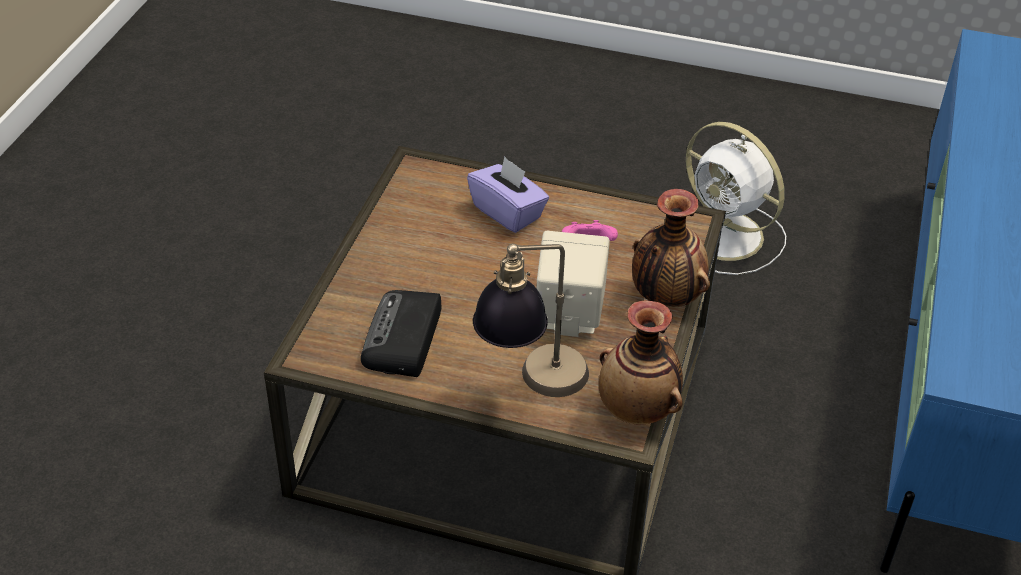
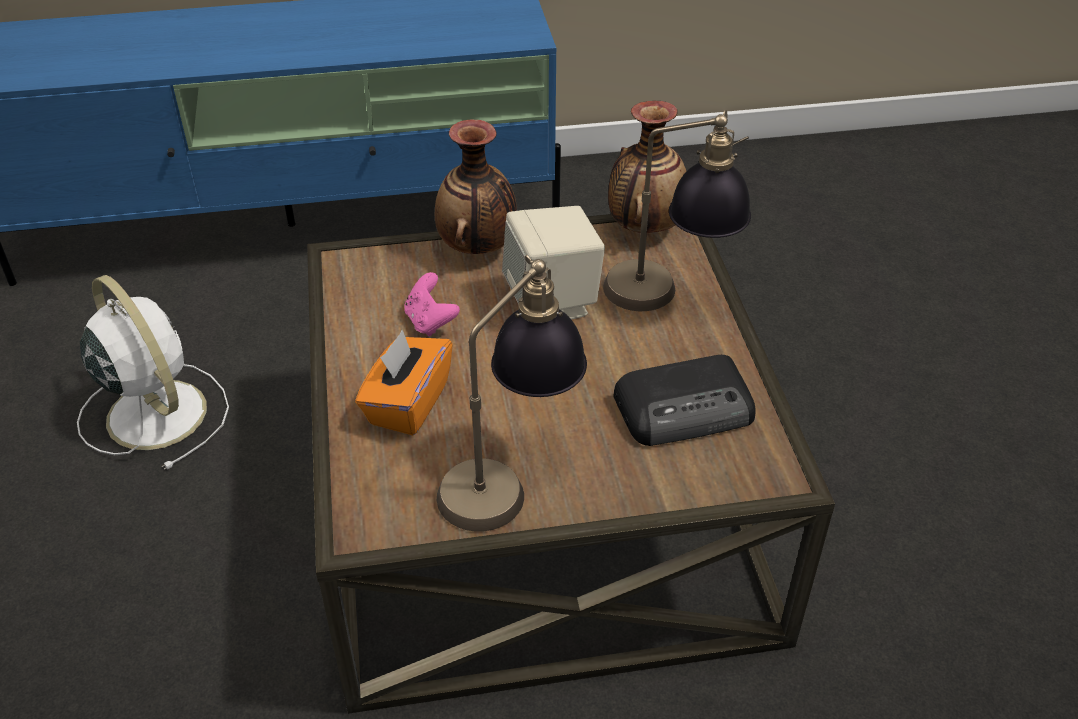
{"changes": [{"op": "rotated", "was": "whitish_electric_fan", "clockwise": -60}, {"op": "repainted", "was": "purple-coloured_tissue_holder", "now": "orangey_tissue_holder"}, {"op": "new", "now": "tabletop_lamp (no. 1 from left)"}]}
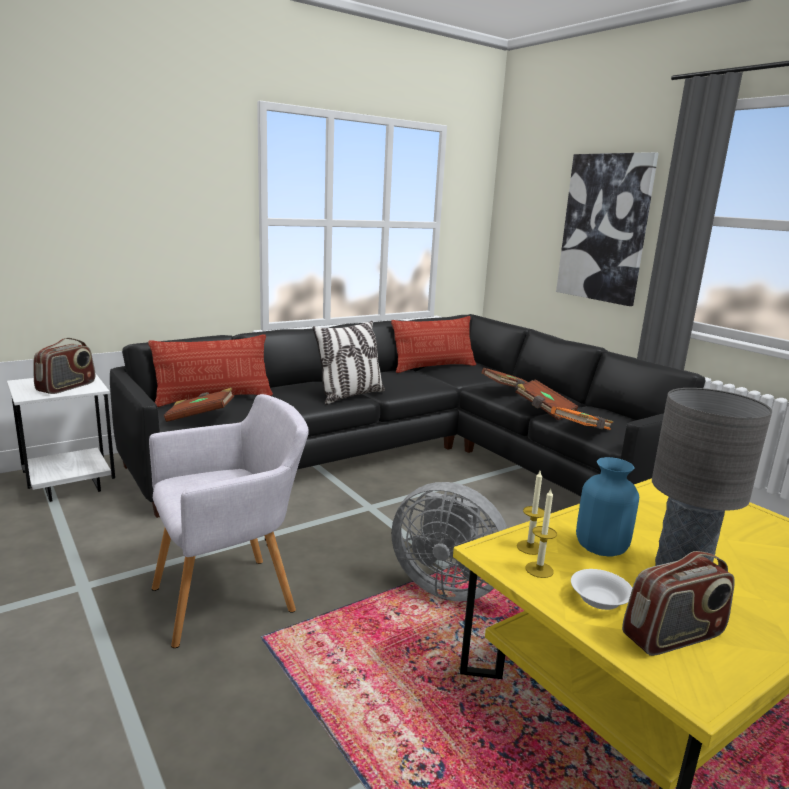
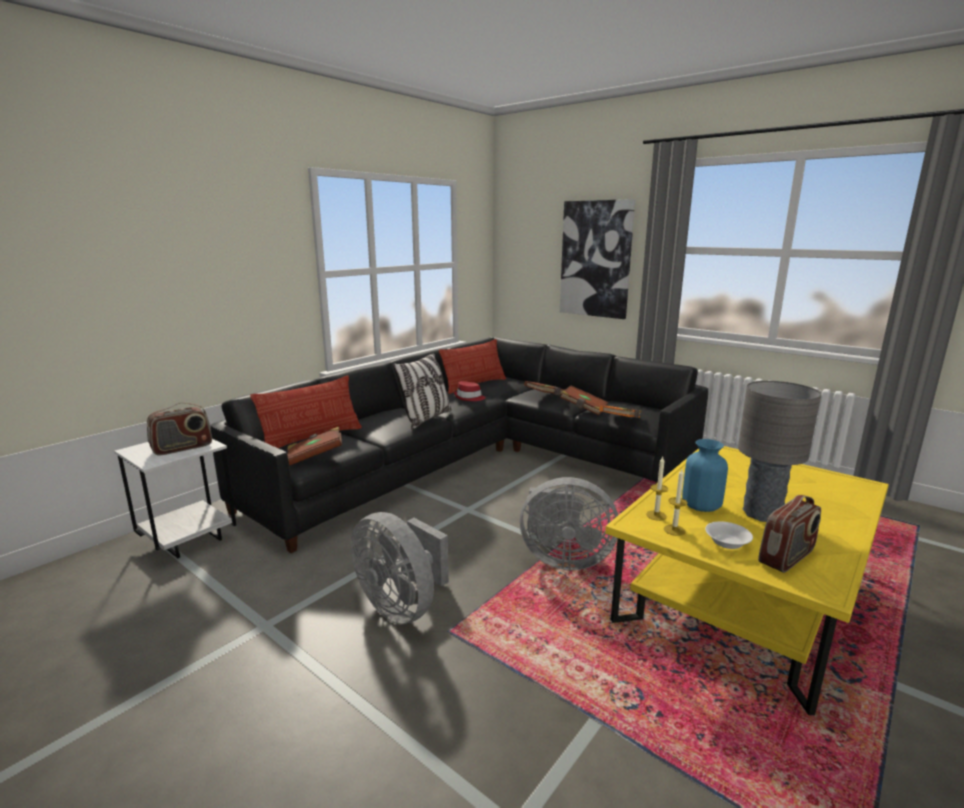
{"changes": [{"op": "rotated", "was": "radio_receiver (no. 1 from left)", "clockwise": 45}, {"op": "swapped", "was": "gray_armchair", "now": "gray_electric_fan (no. 1 from left)"}, {"op": "new", "now": "red-coloured_wearable_hat"}]}
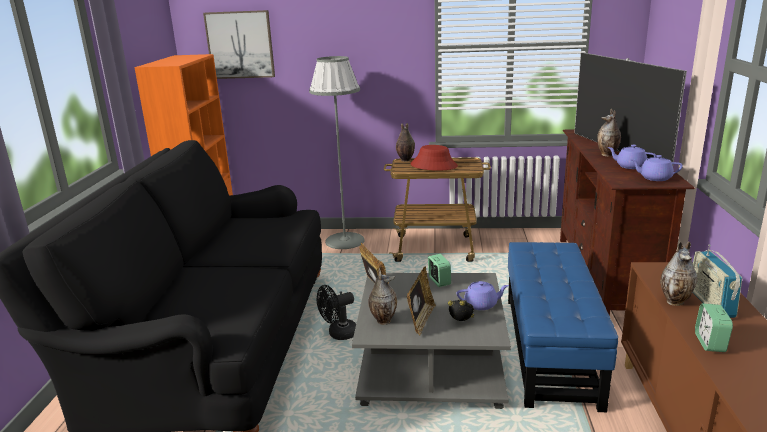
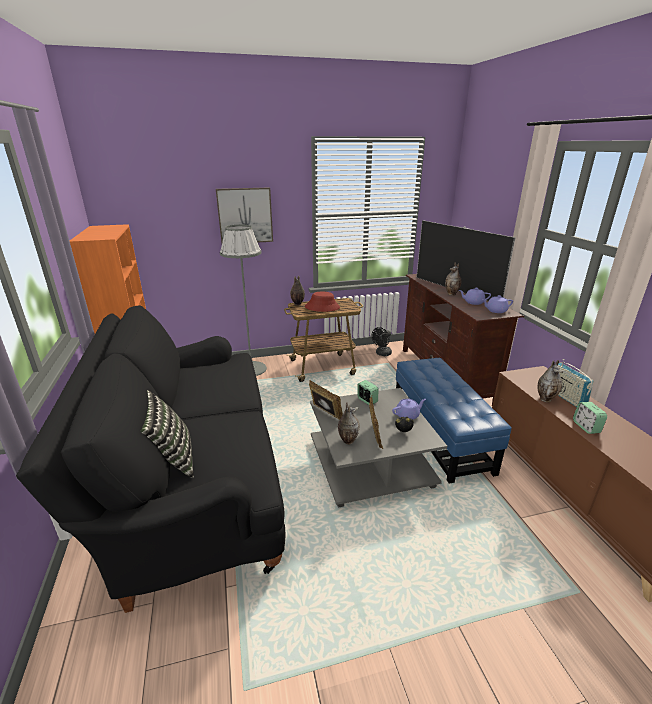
{"changes": [{"op": "new", "now": "throw_pillow"}, {"op": "shifted", "was": "wall_picture"}, {"op": "shifted", "was": "blackish_electric_fan"}]}
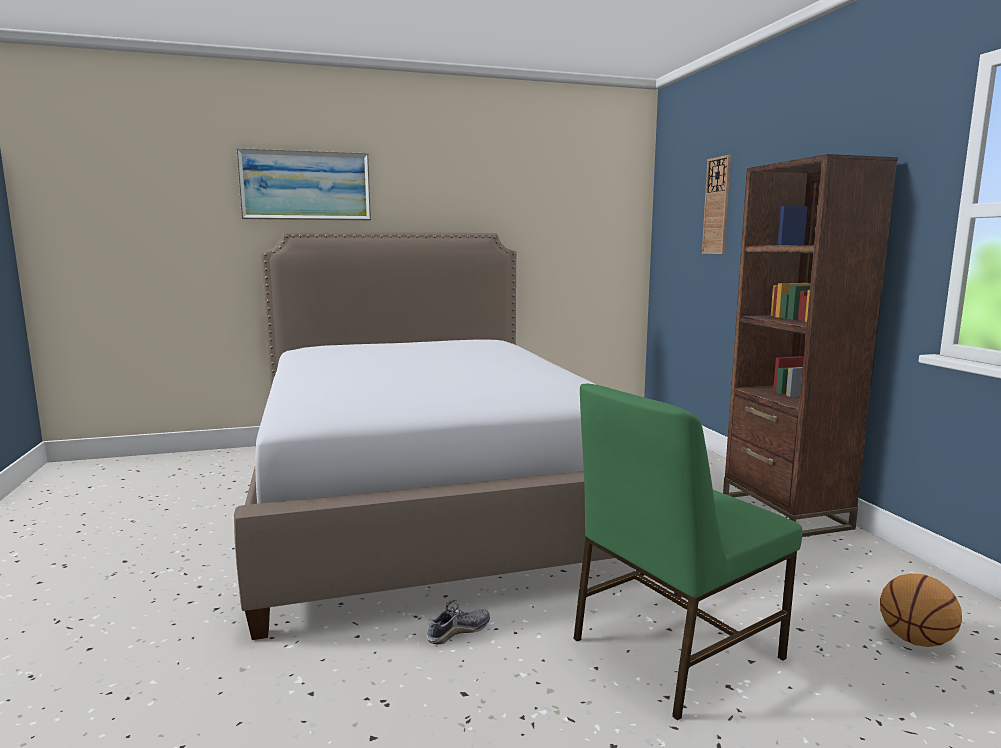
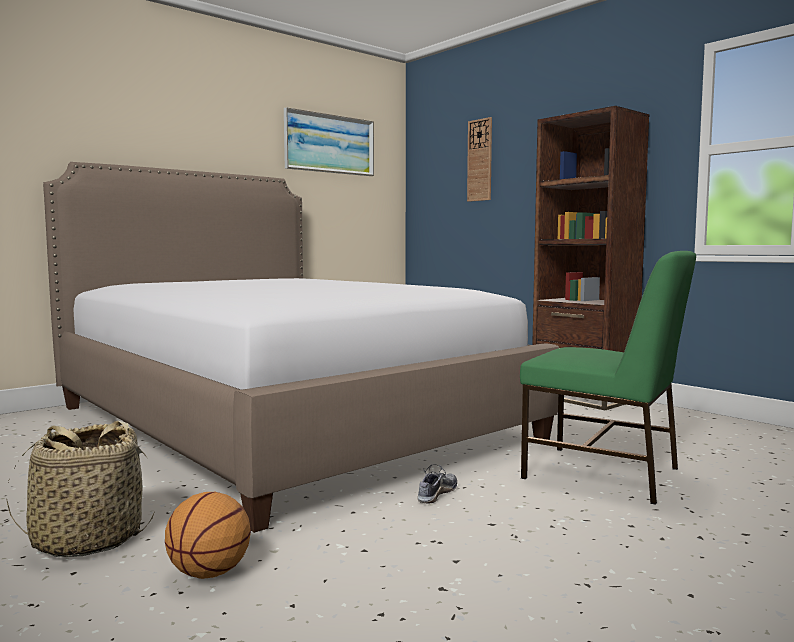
{"changes": [{"op": "new", "now": "storage_basket"}, {"op": "shifted", "was": "ball_for_basketball"}, {"op": "shifted", "was": "wall_picture"}, {"op": "rotated", "was": "green_chair", "clockwise": -90}]}
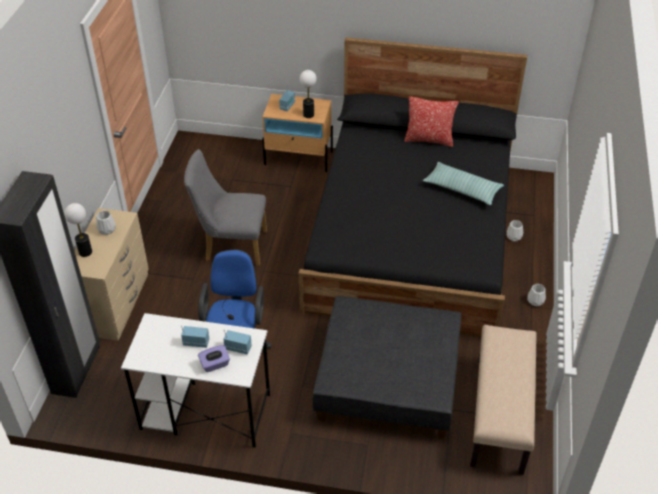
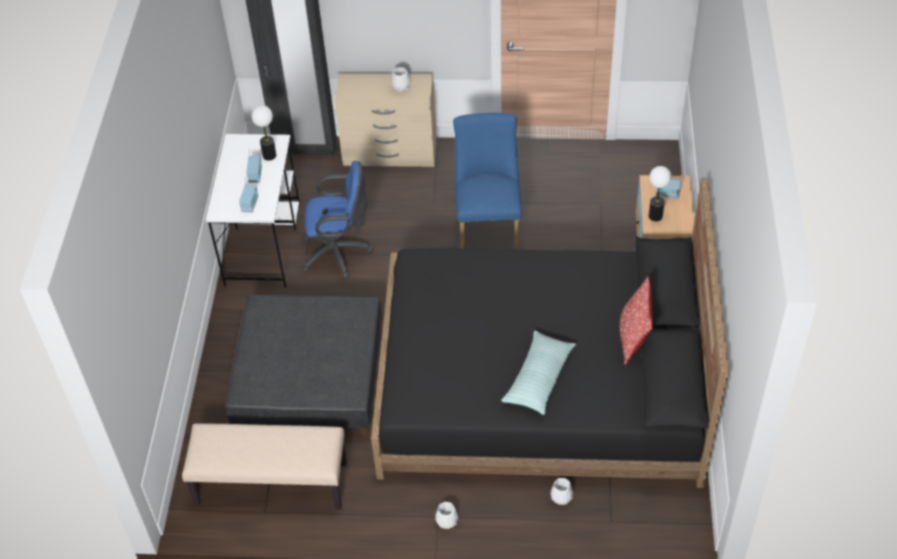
{"changes": [{"op": "shifted", "was": "tabletop_lamp (no. 1 from left)"}, {"op": "repainted", "was": "gray_chair", "now": "bluish_chair"}, {"op": "gone", "was": "purple-coloured_tissue_holder"}]}
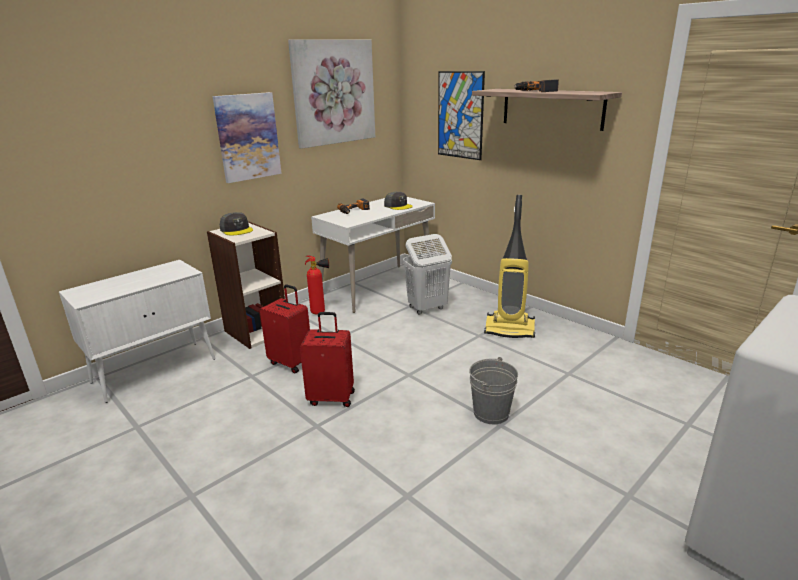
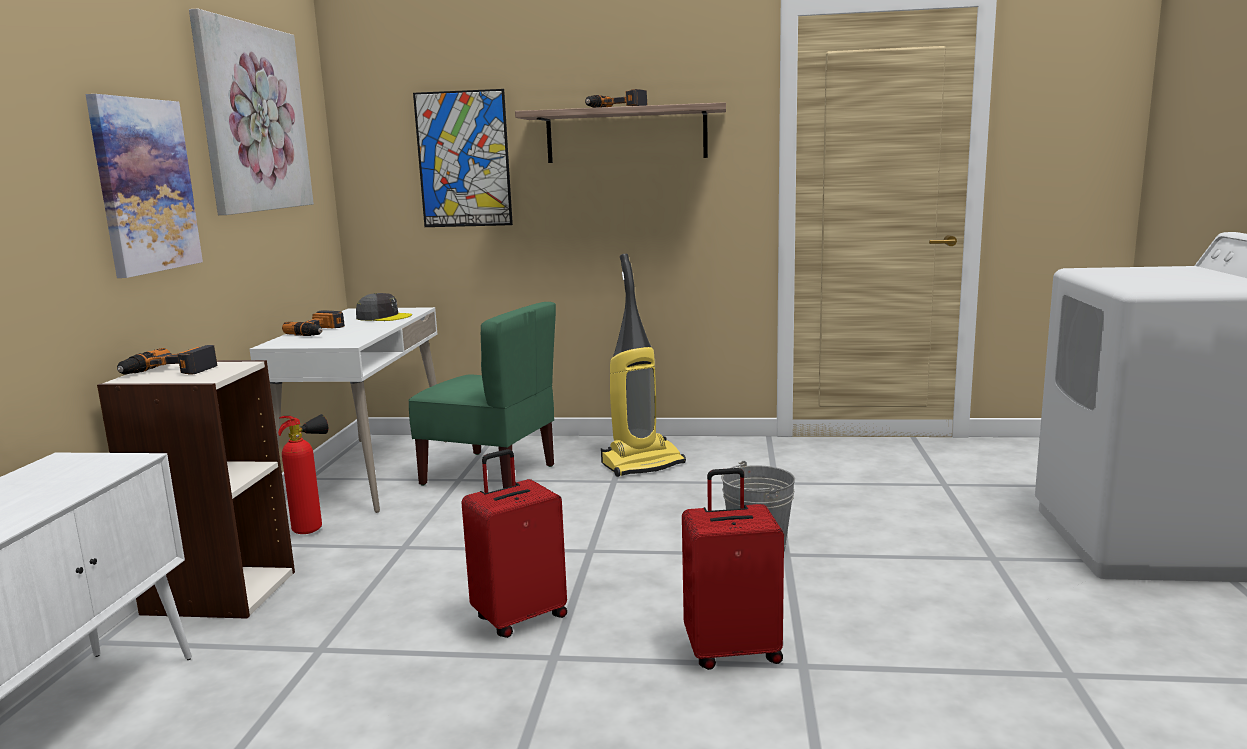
{"changes": [{"op": "swapped", "was": "gray_baseball_cap (no. 1 from left)", "now": "power_drill (no. 1 from left)"}, {"op": "swapped", "was": "whitish_hamper", "now": "green_chair"}, {"op": "shifted", "was": "red-coloured_suitcase (no. 1 from left in the first image)", "now": "red-coloured_suitcase (no. 2 from left)"}]}
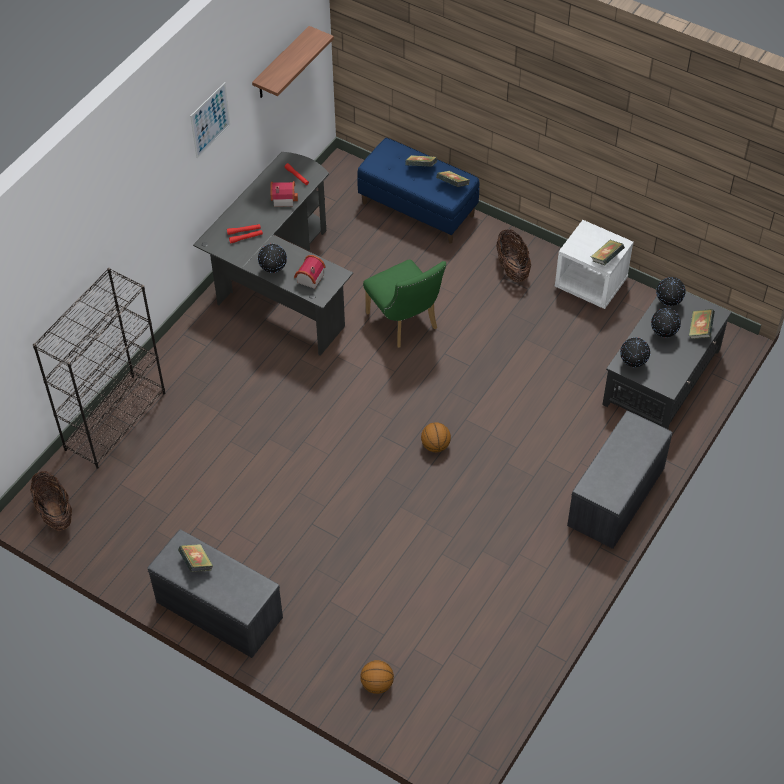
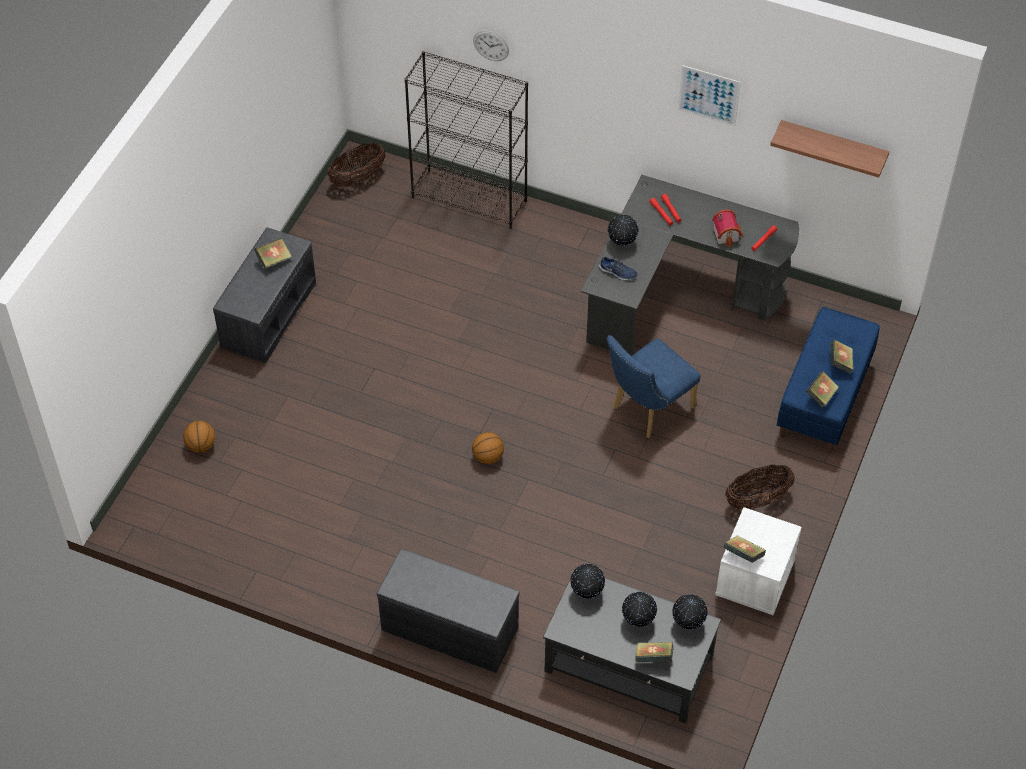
{"changes": [{"op": "new", "now": "hanging_clock"}, {"op": "swapped", "was": "toy_house (no. 2 from left)", "now": "bluish_item_of_footwear"}, {"op": "repainted", "was": "green_chair", "now": "bluish_chair"}]}
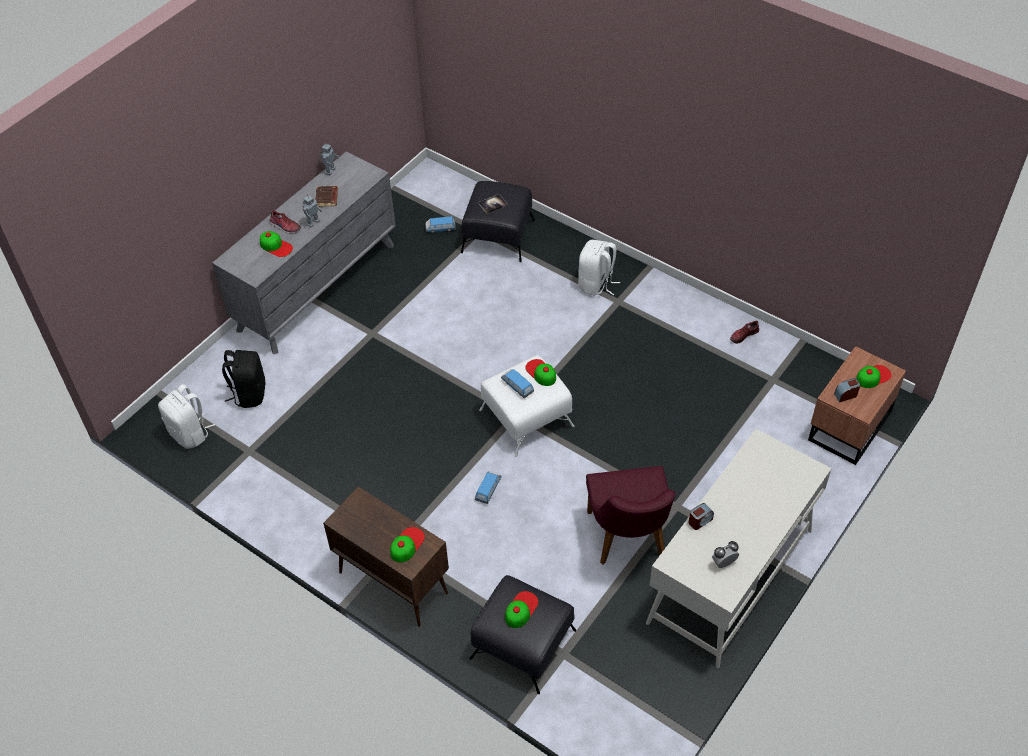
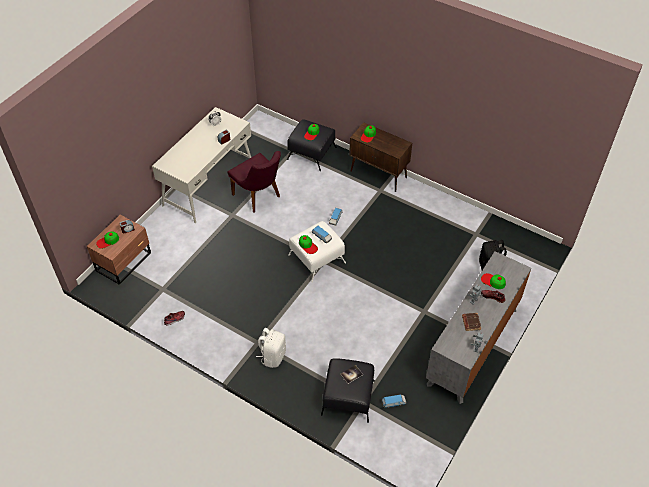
{"changes": [{"op": "rotated", "was": "purple-coloured_chair", "clockwise": 150}, {"op": "gone", "was": "whitish_rucksack (no. 1 from left)"}]}
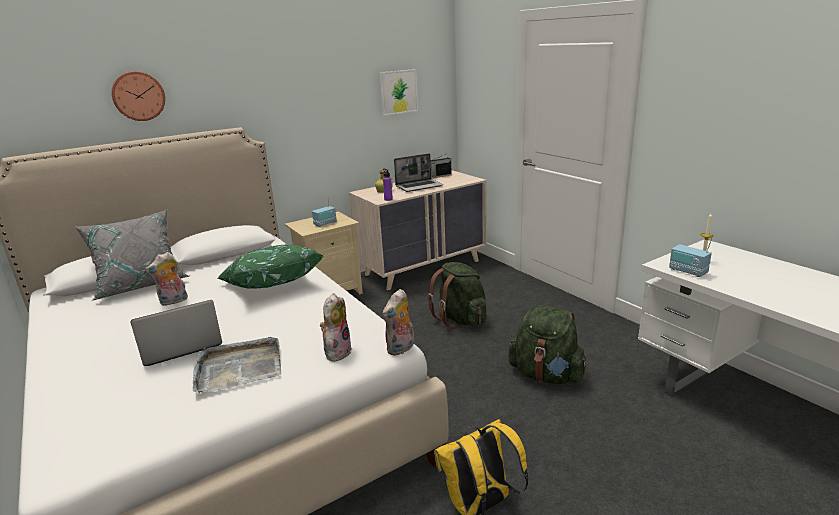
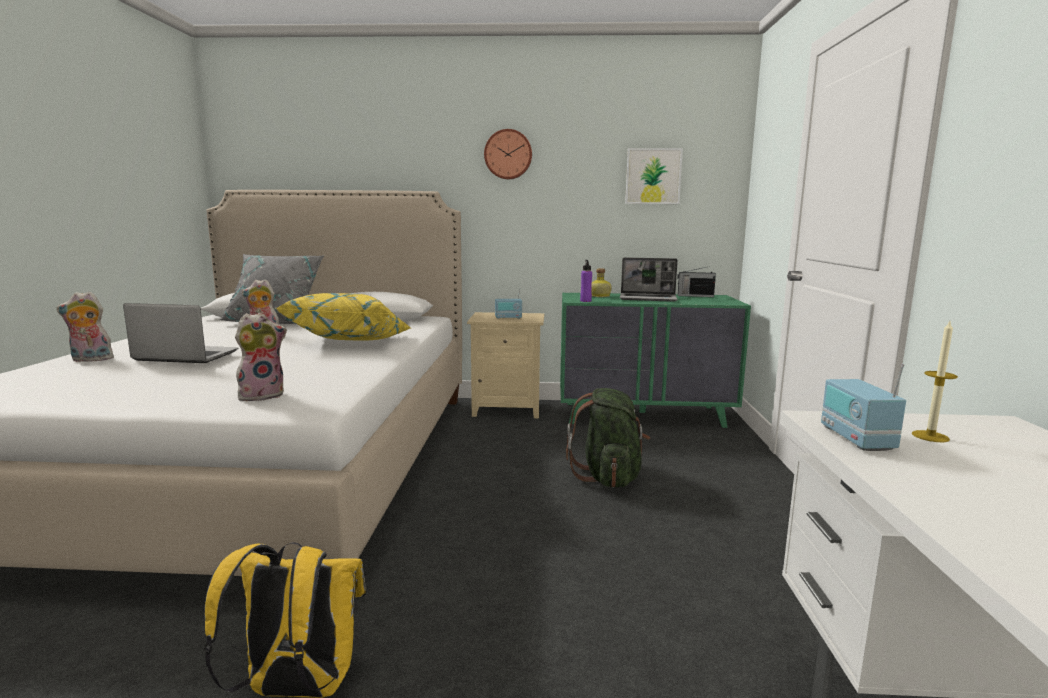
{"changes": [{"op": "shifted", "was": "soft_toy (no. 3 from left in the first image)", "now": "soft_toy (no. 1 from left)"}, {"op": "repainted", "was": "green_throw_pillow", "now": "yellow-coloured_throw_pillow"}, {"op": "shifted", "was": "hanging_clock"}, {"op": "repainted", "was": "beige_dresser", "now": "green_dresser"}, {"op": "gone", "was": "gray_carrying_tray"}, {"op": "gone", "was": "green_rucksack (no. 2 from left)"}]}
